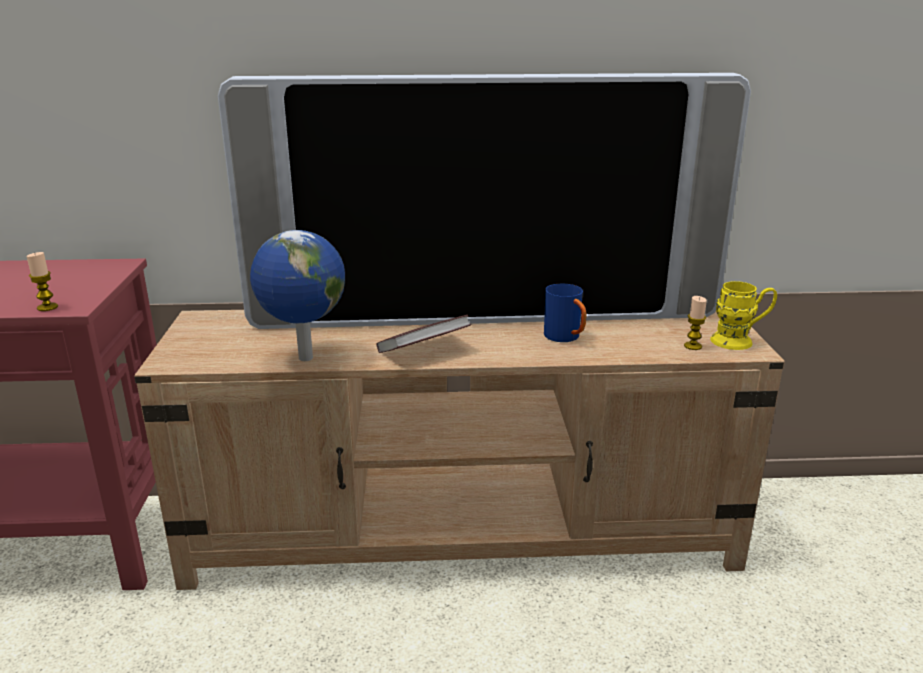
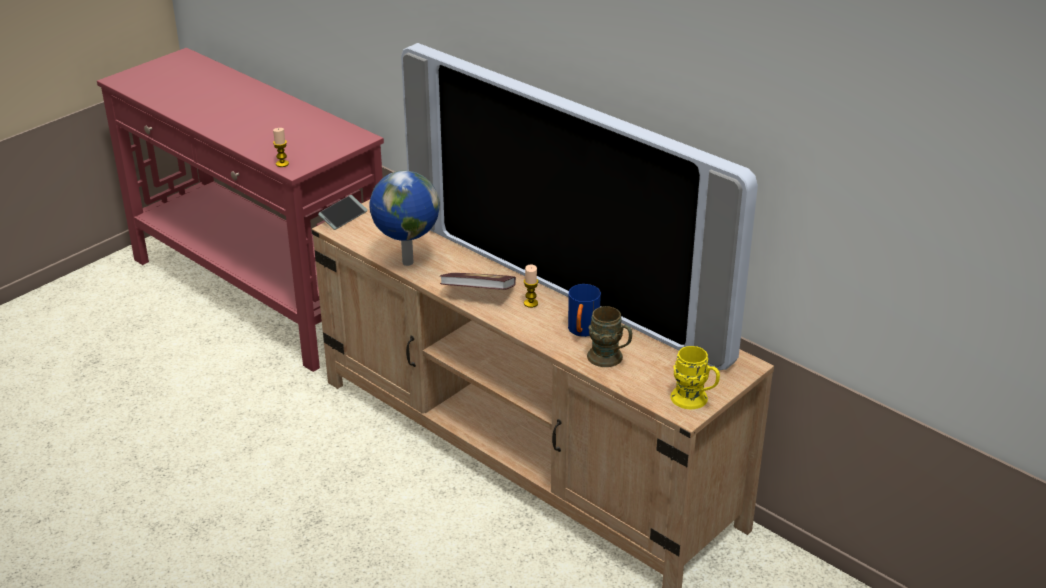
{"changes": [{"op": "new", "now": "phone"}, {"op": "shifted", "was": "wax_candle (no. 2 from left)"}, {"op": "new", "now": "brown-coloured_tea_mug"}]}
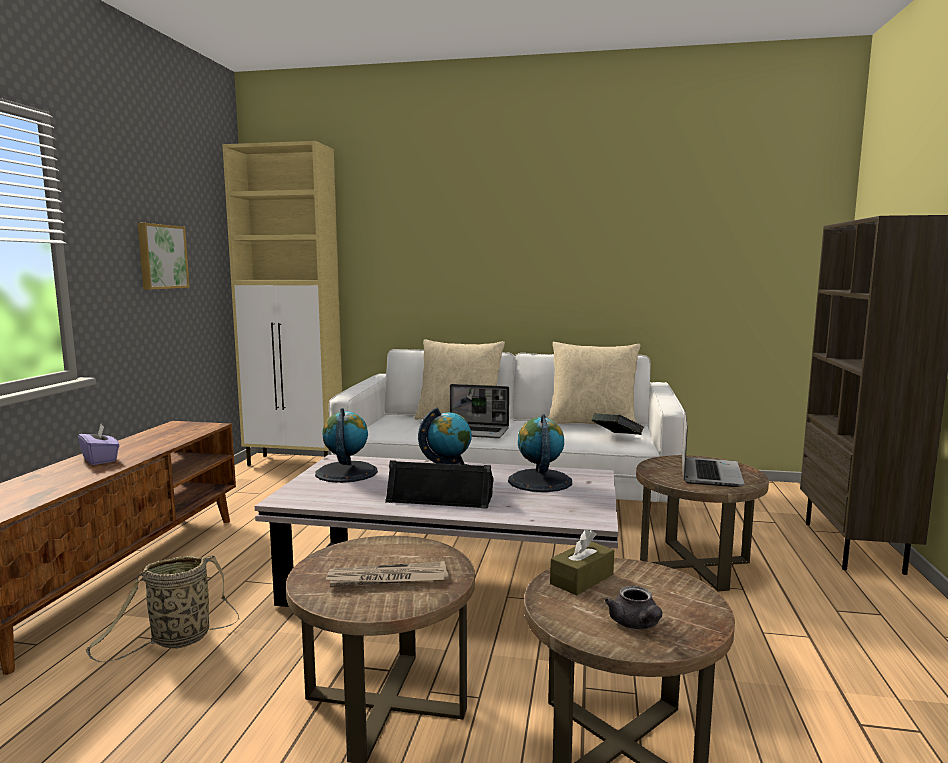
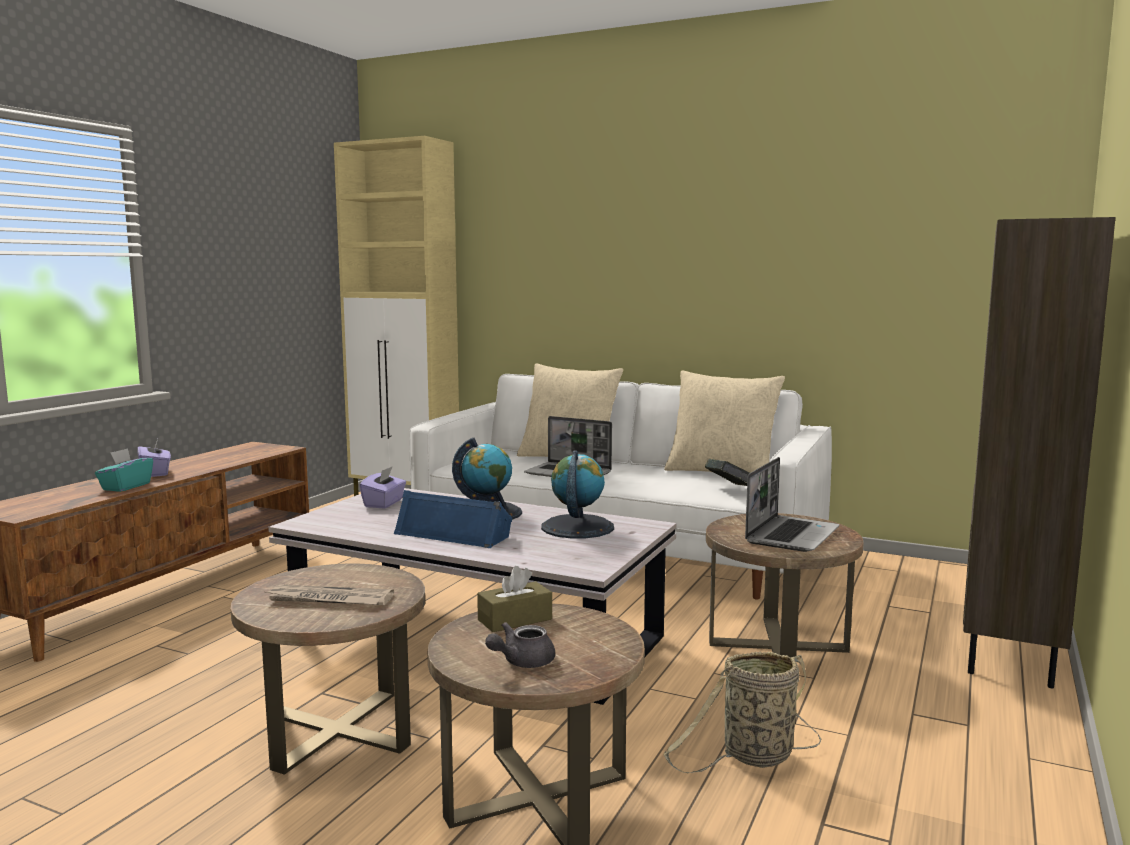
{"changes": [{"op": "new", "now": "blue-green_tissue_holder"}, {"op": "swapped", "was": "world_globe (no. 1 from left)", "now": "purple-coloured_tissue_holder (no. 2 from left)"}, {"op": "repainted", "was": "blackish_speaker", "now": "bluish_speaker"}, {"op": "rotated", "was": "gray_pot_for_tea", "clockwise": 45}, {"op": "shifted", "was": "storage_basket"}, {"op": "gone", "was": "wall_picture"}]}
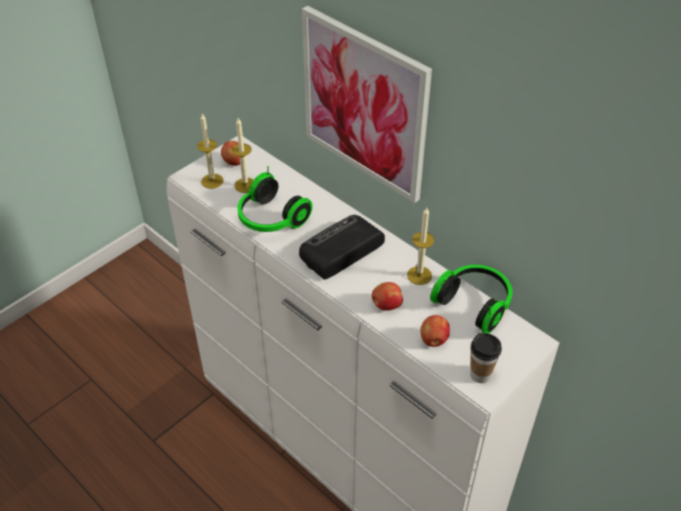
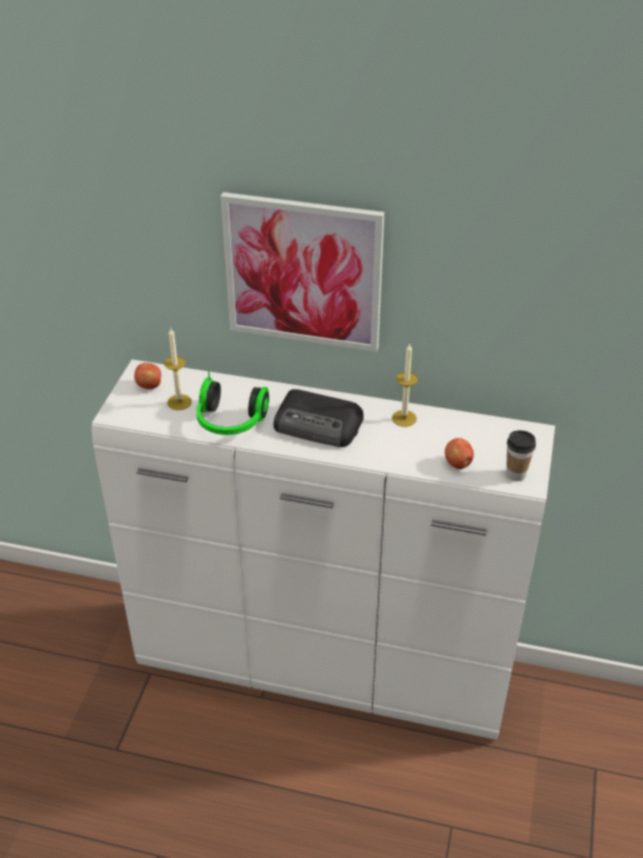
{"changes": [{"op": "rotated", "was": "radio_receiver", "clockwise": -90}, {"op": "gone", "was": "wax_candle (no. 1 from left)"}, {"op": "gone", "was": "whole_apple (no. 2 from left)"}, {"op": "gone", "was": "pair_of_headphones (no. 2 from left)"}]}
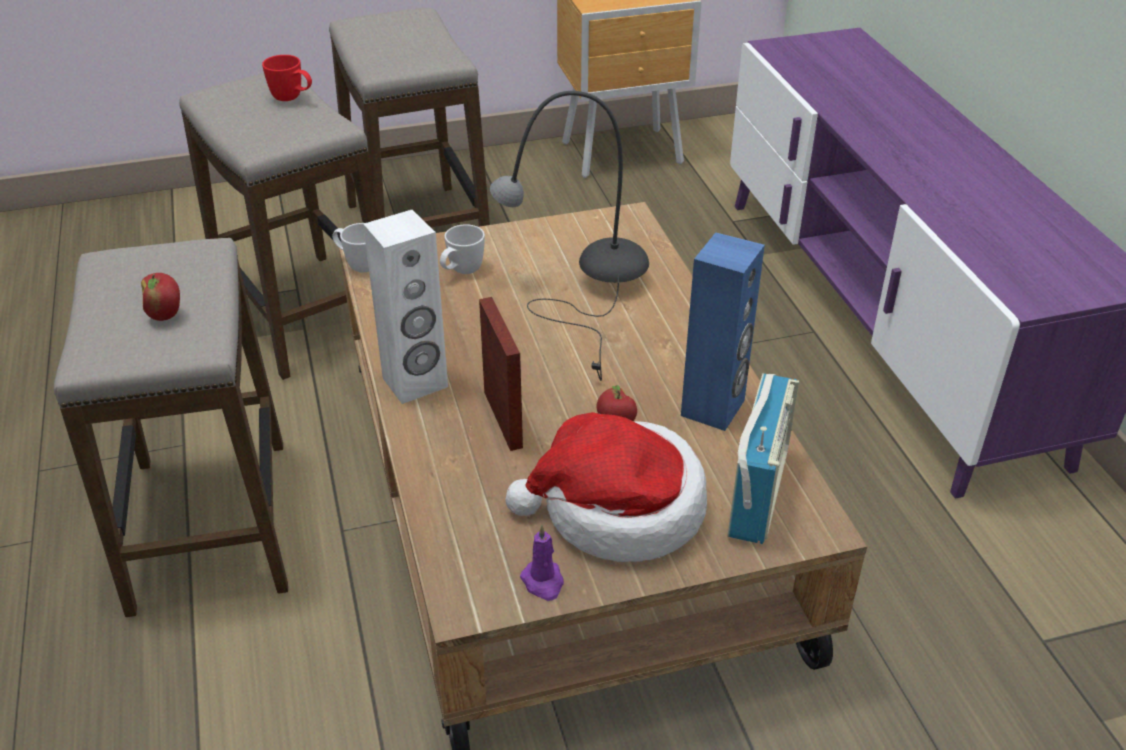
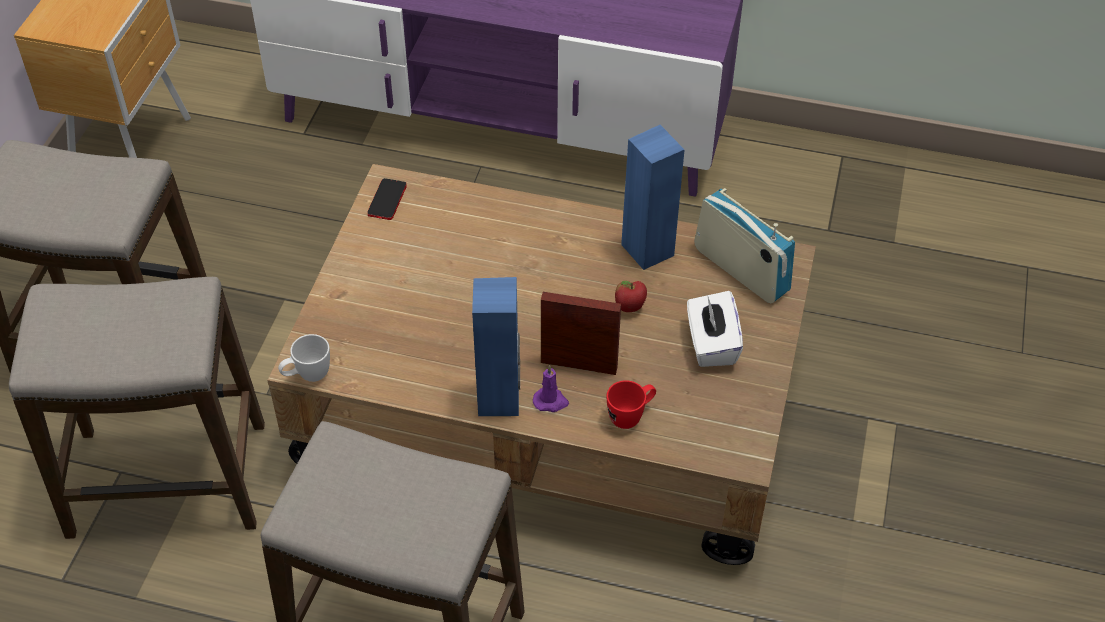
{"changes": [{"op": "new", "now": "phone"}, {"op": "repainted", "was": "whitish_speaker", "now": "bluish_speaker (no. 1 from left)"}, {"op": "shifted", "was": "purple-coloured_wax_candle"}, {"op": "shifted", "was": "red-coloured_tea_mug"}, {"op": "swapped", "was": "wearable_hat", "now": "whitish_tissue_holder"}, {"op": "gone", "was": "whole_apple (no. 1 from left)"}, {"op": "gone", "was": "whitish_tea_mug (no. 2 from left)"}, {"op": "gone", "was": "gray_tabletop_lamp"}]}
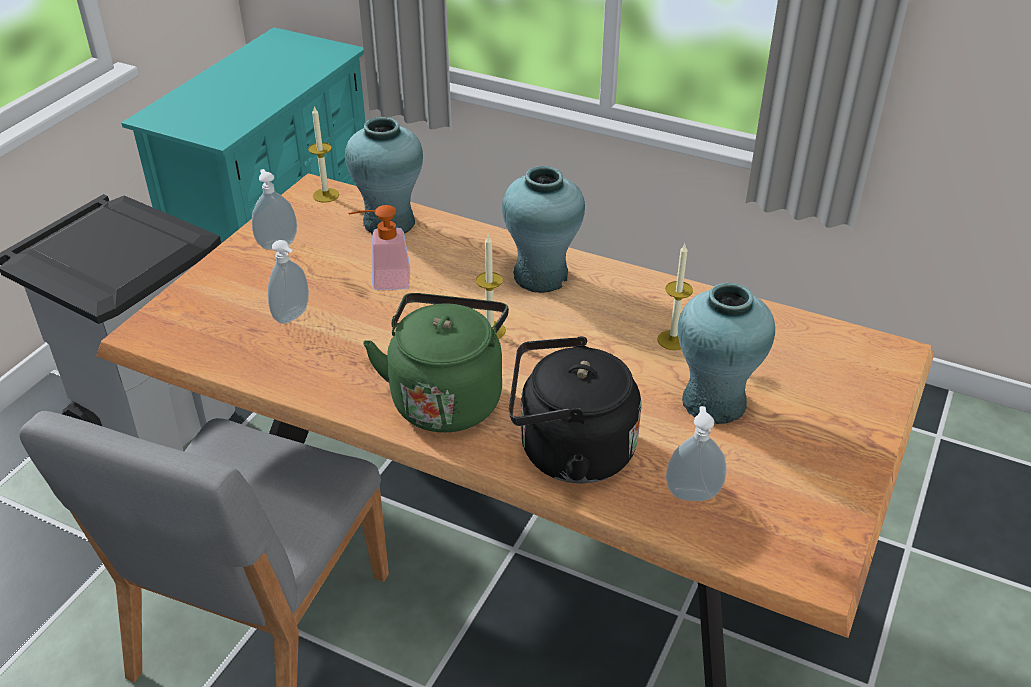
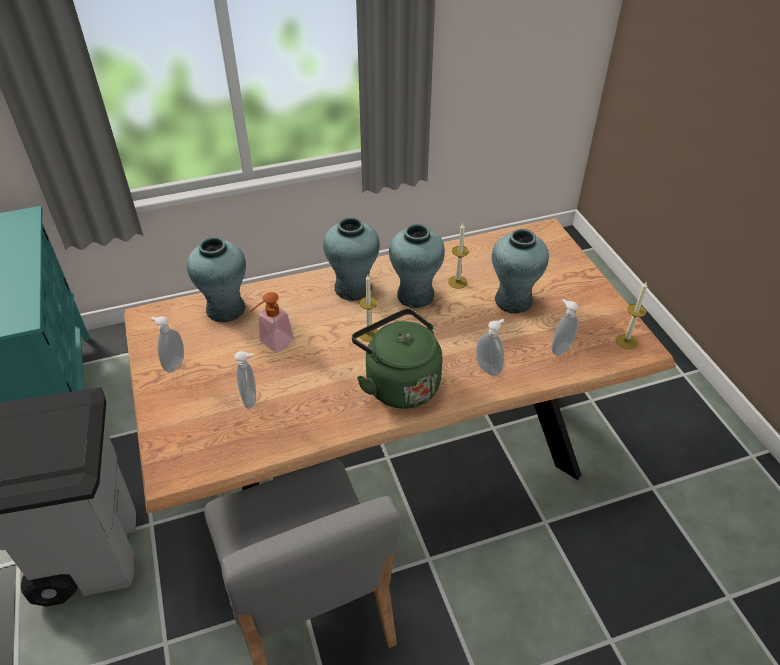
{"changes": [{"op": "new", "now": "blue-green_decorative_vase (no. 3 from left)"}, {"op": "swapped", "was": "blackish_water_kettle", "now": "soap_dispenser (no. 4 from left)"}, {"op": "shifted", "was": "wax_candle (no. 1 from left in the first image)", "now": "wax_candle (no. 3 from left)"}]}
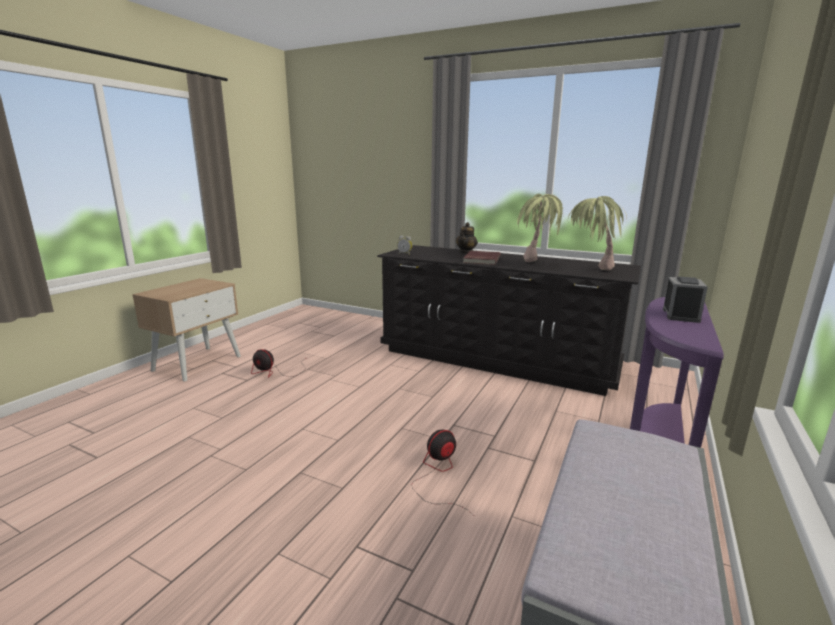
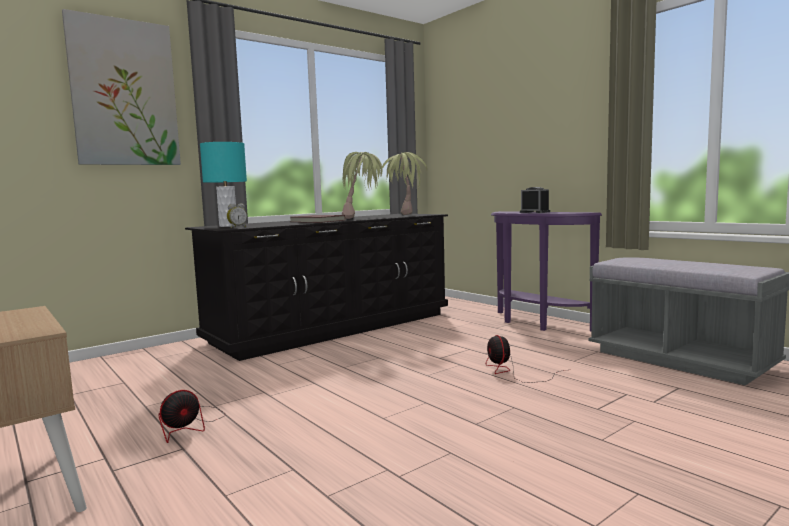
{"changes": [{"op": "new", "now": "wall_picture"}, {"op": "new", "now": "blue-green_tabletop_lamp"}, {"op": "gone", "was": "pot_for_tea"}]}
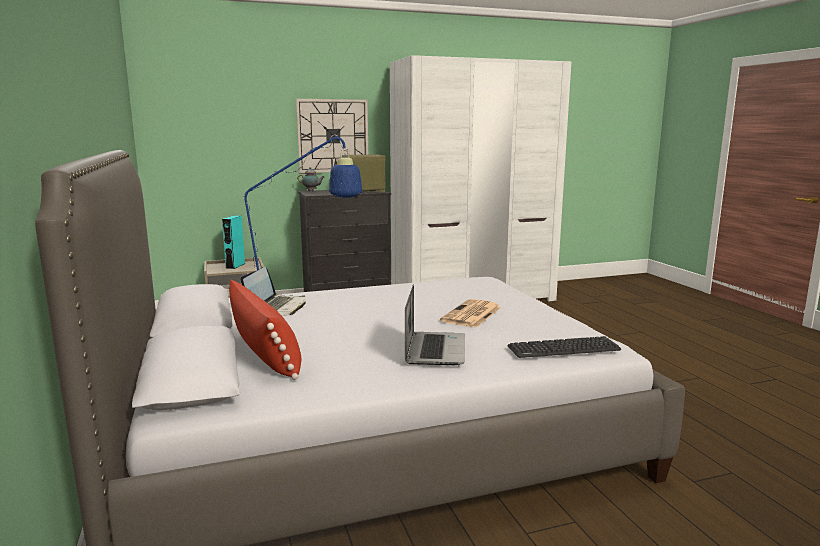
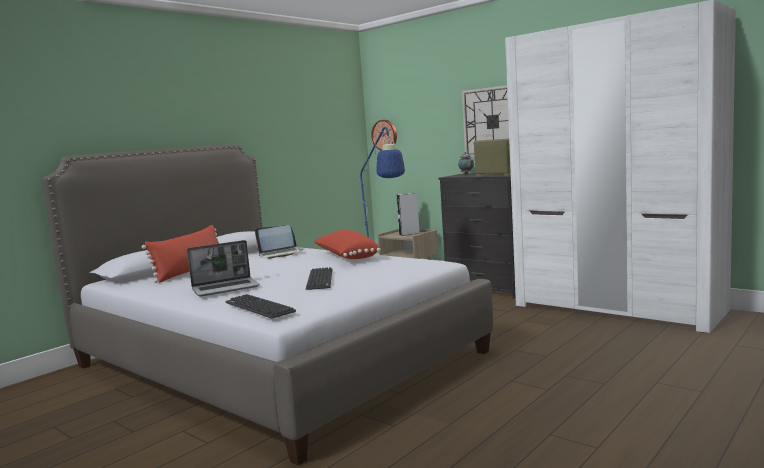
{"changes": [{"op": "swapped", "was": "newspaper", "now": "keyboard (no. 2 from left)"}, {"op": "new", "now": "red-coloured_throw_pillow (no. 2 from left)"}, {"op": "new", "now": "hanging_clock (no. 1 from left)"}, {"op": "repainted", "was": "blue-green_speaker", "now": "gray_speaker"}]}
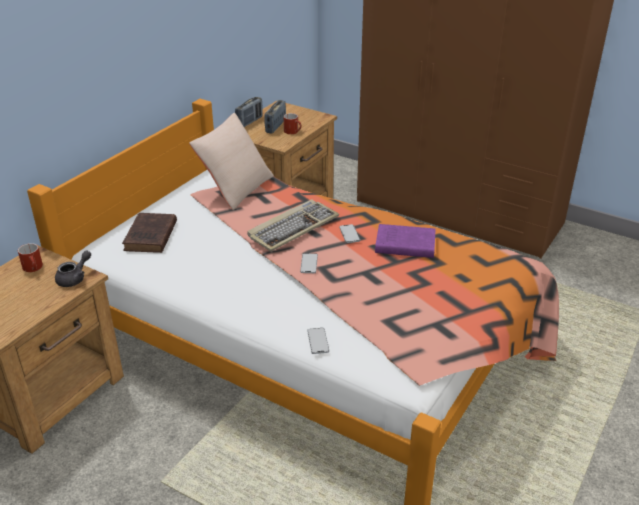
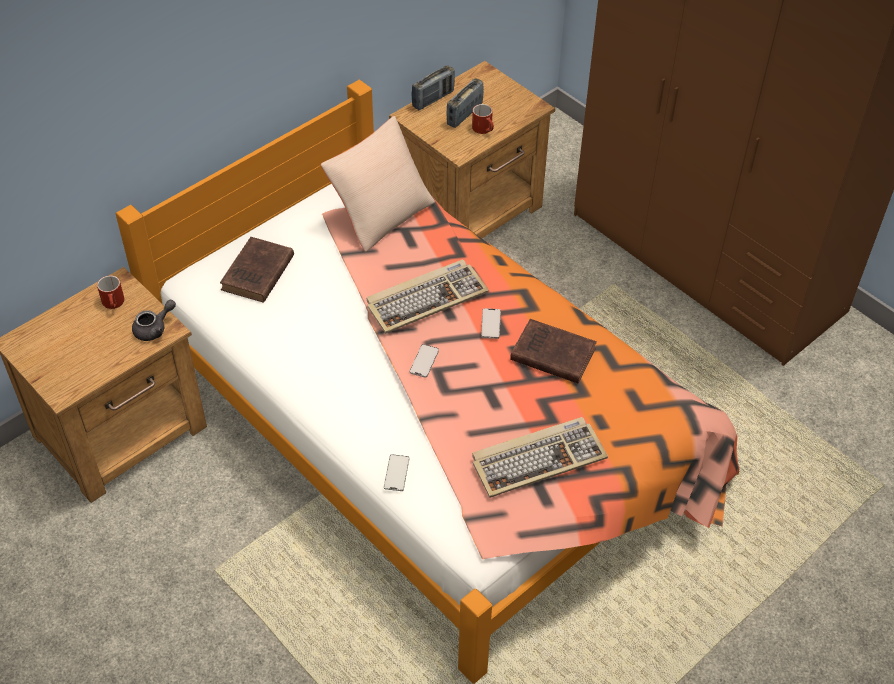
{"changes": [{"op": "new", "now": "keyboard (no. 2 from left)"}, {"op": "repainted", "was": "purple-coloured_volume", "now": "brown-coloured_volume (no. 2 from left)"}]}
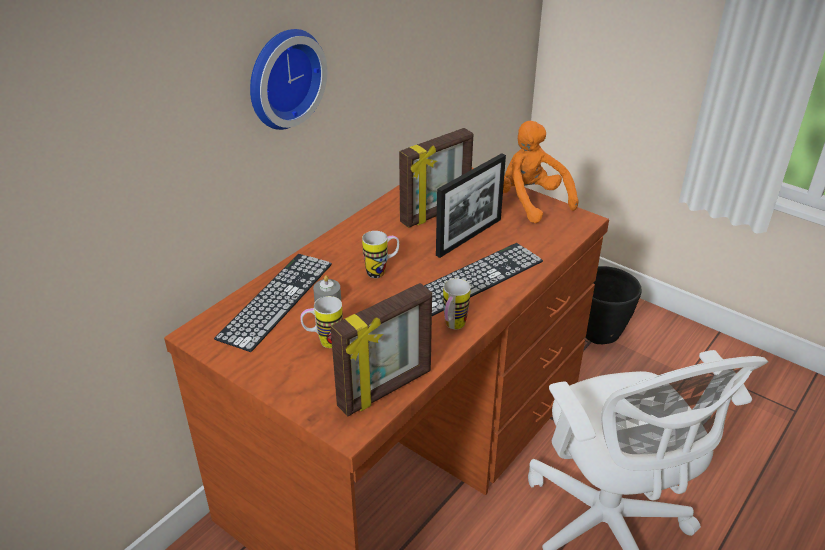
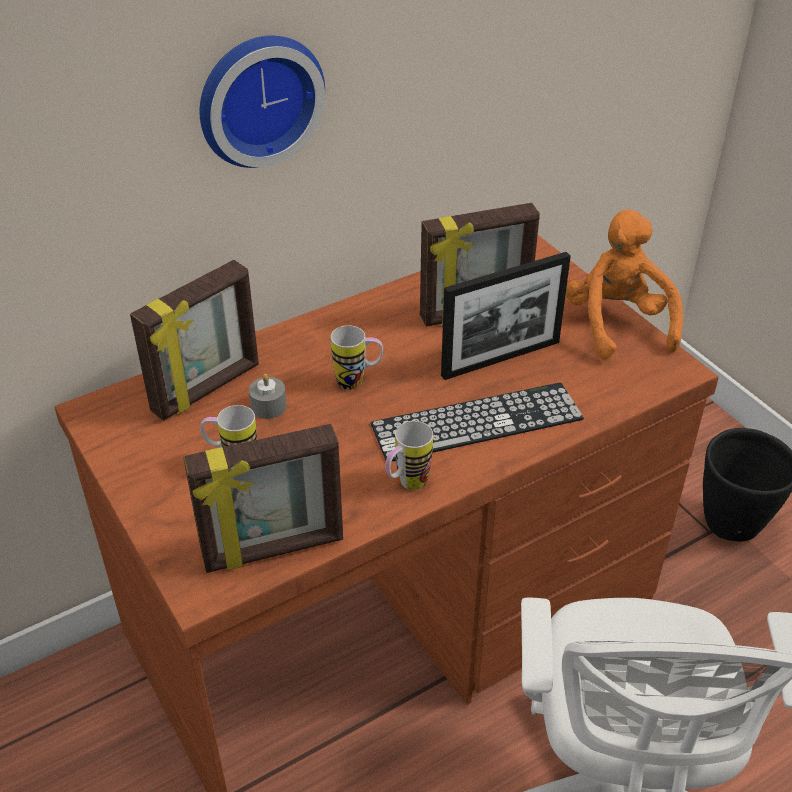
{"changes": [{"op": "swapped", "was": "keyboard (no. 1 from left)", "now": "photo_frame (no. 1 from left)"}]}
